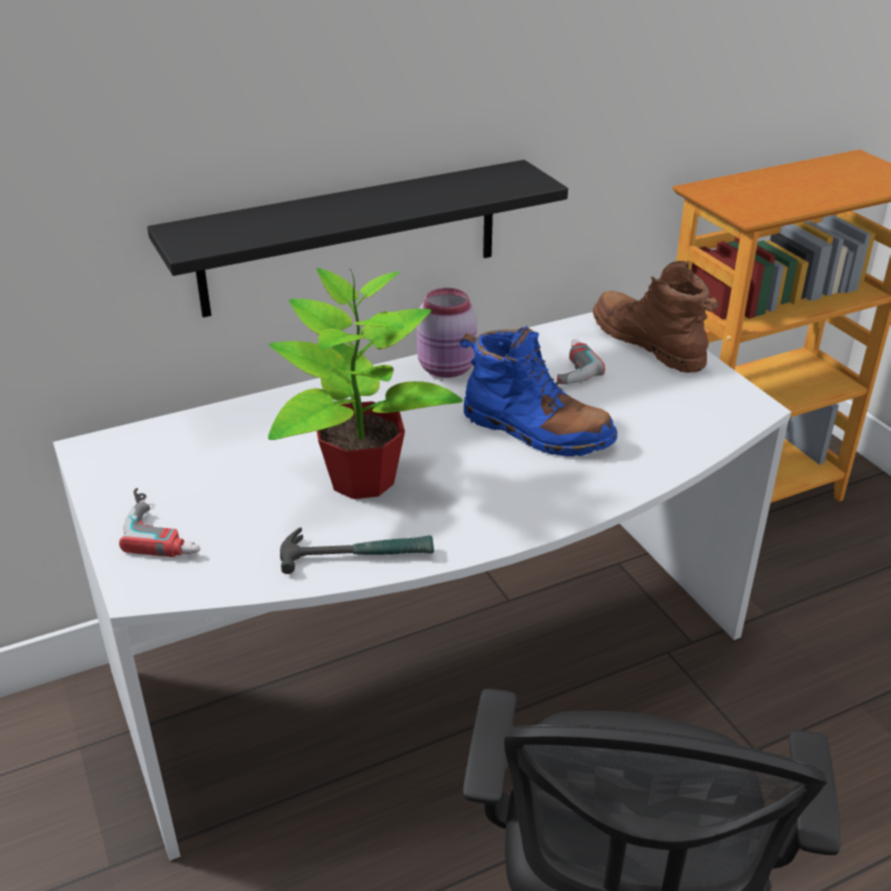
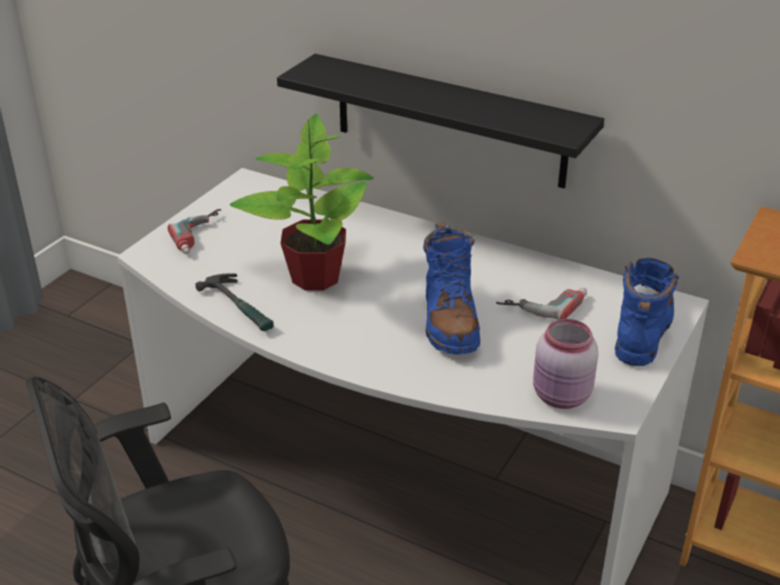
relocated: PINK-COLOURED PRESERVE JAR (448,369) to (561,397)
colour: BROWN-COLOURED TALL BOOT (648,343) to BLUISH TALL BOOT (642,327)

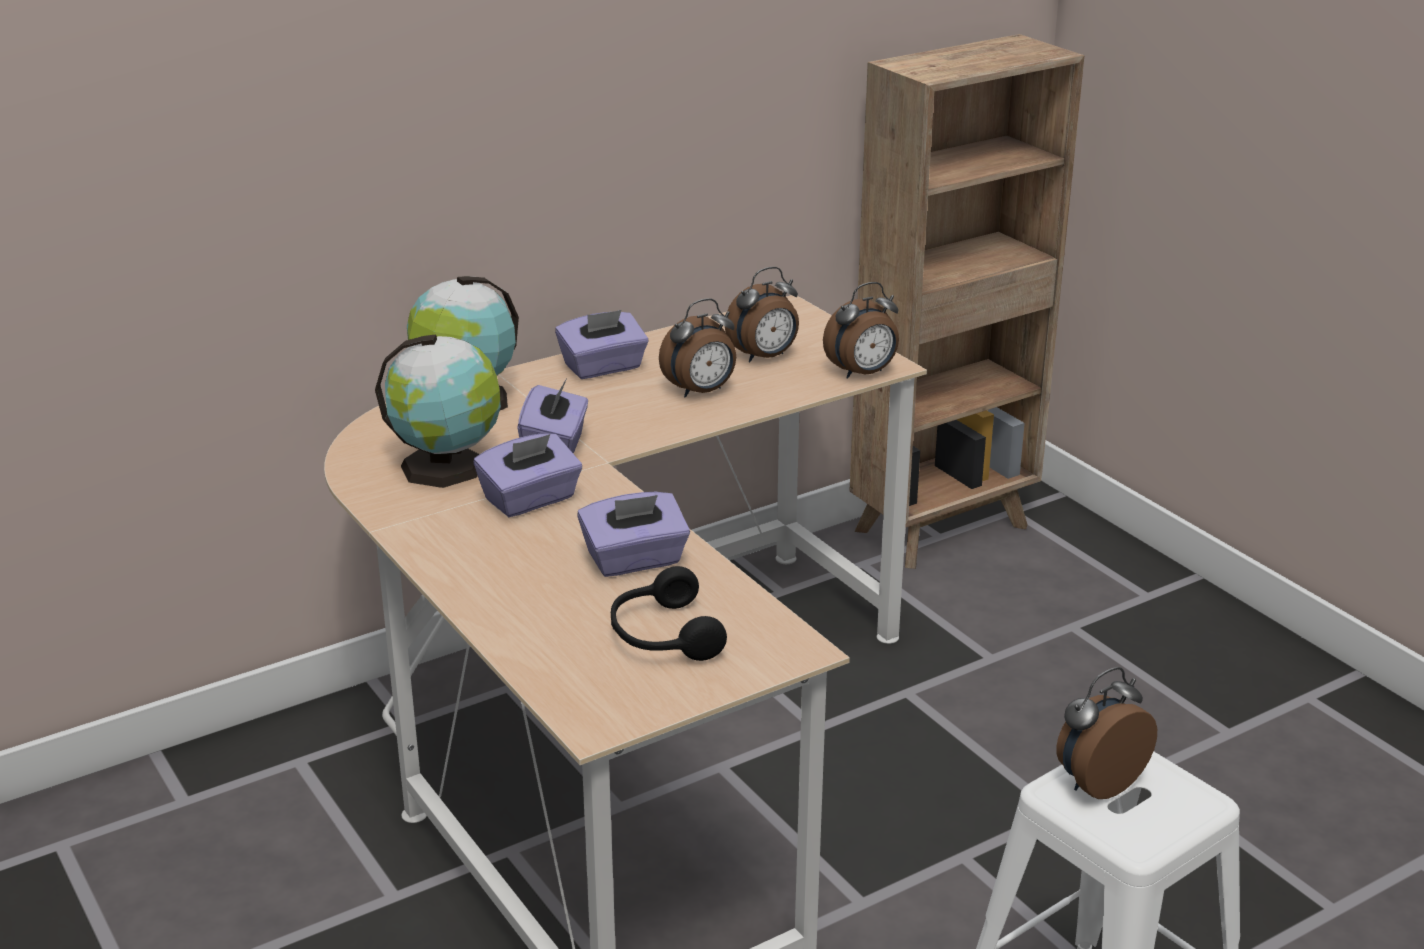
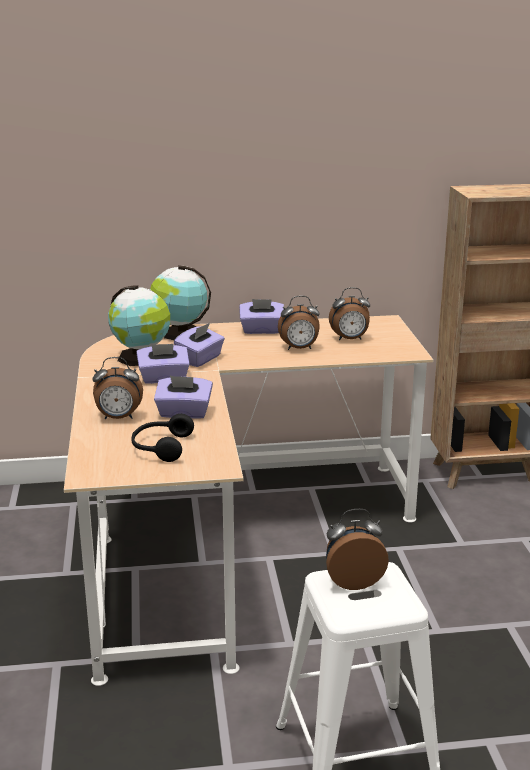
relocated: ALARM CLOCK (862,373) to (118,418)

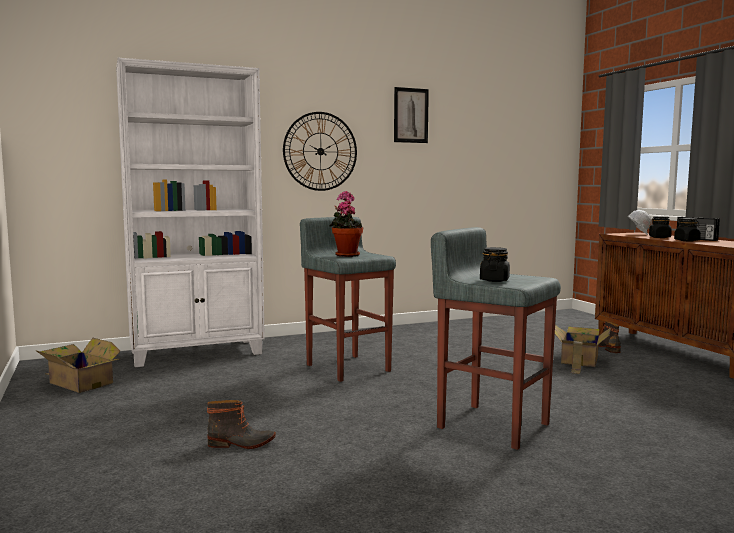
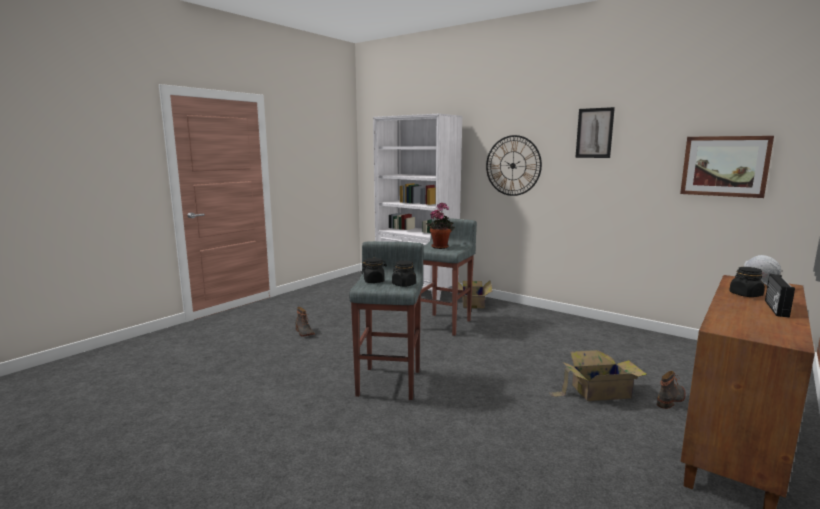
appeared: WALL ART (724,166)
relocated: BLACK PRESERVE JAR (687,241) to (404,284); PACKING BOX (80,382) to (473,303)

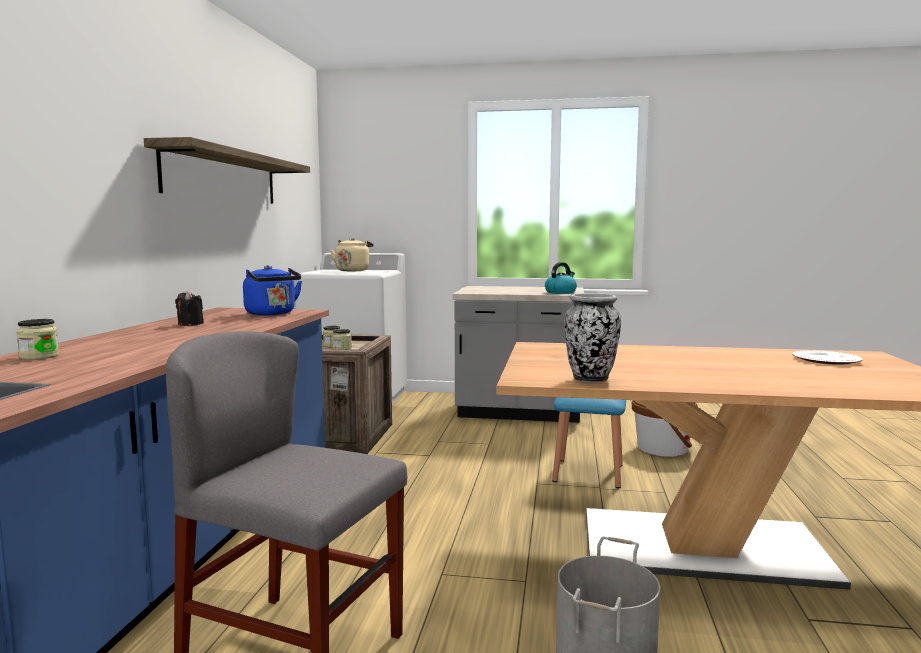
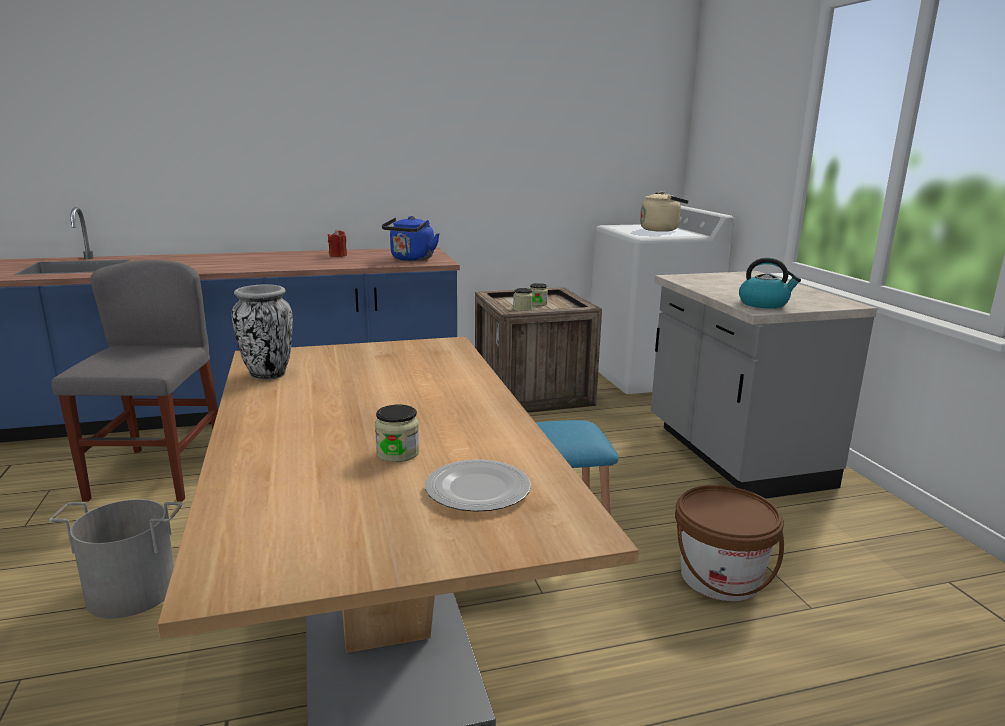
missing: WALL SHELF (223,177)
relocated: PRESERVE JAR (39,356) to (397,453)
colour: BLACK CANDLE (190,324) to REDDISH CANDLE (338,255)

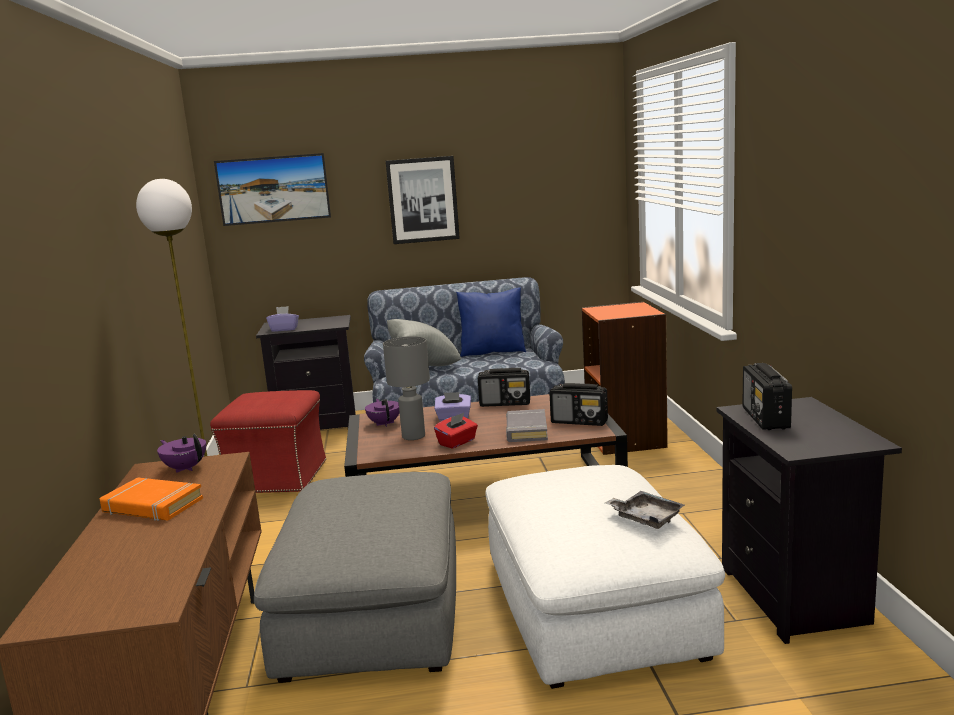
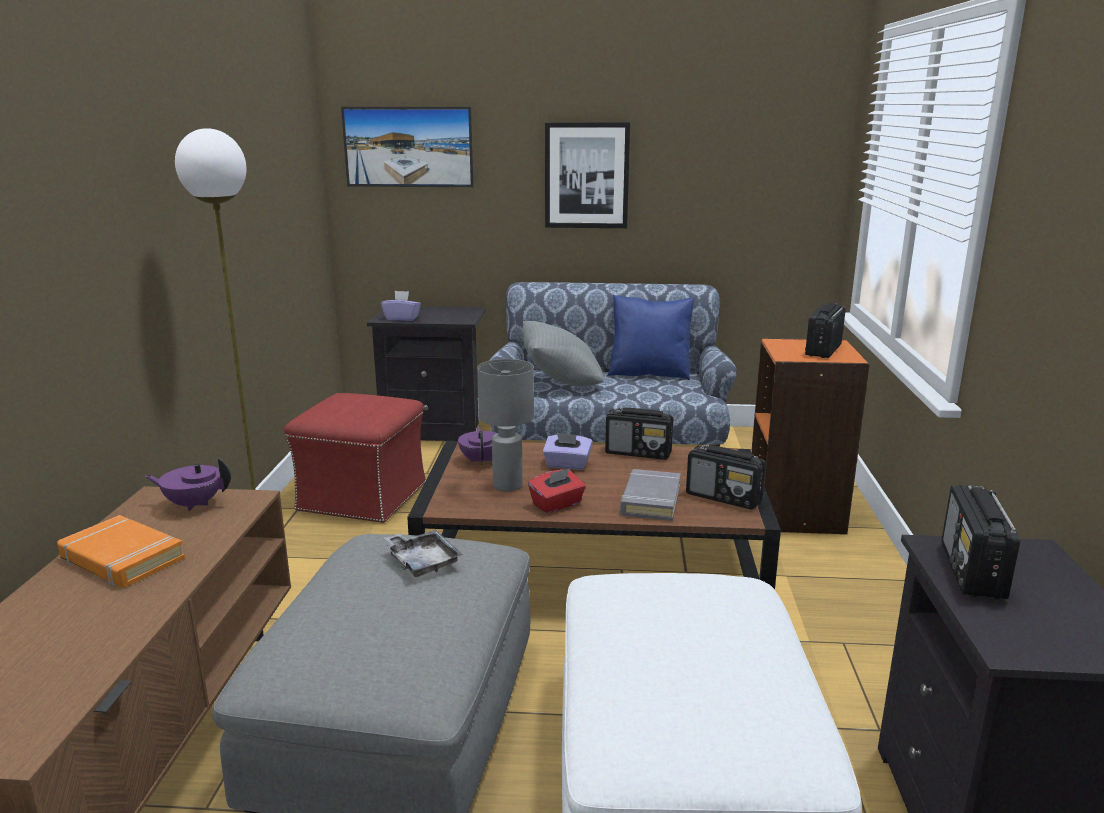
appeared: RADIO RECEIVER (823,350)
relocated: GRAY SERVING TRAY (646,518) to (422,561)
spun: PURPLE POT FOR TEA (185,468) = (193,504) 45 degrees counterclockwise

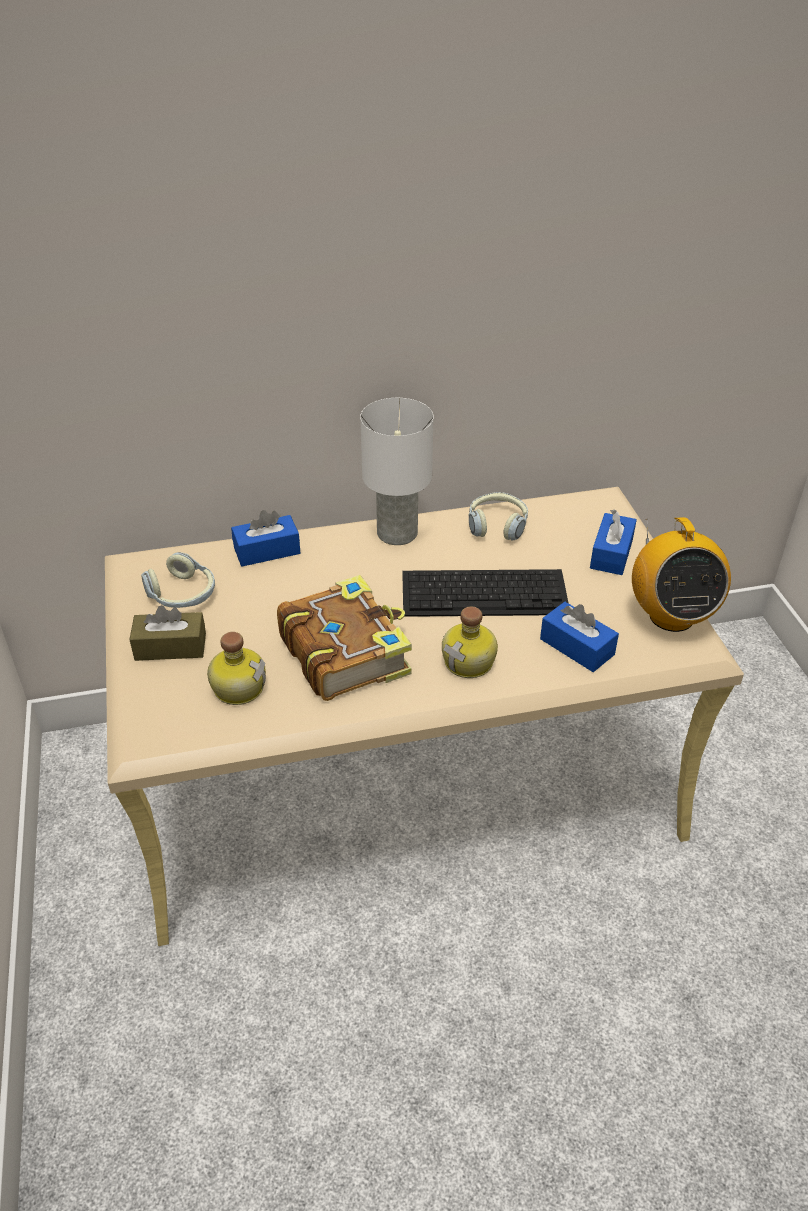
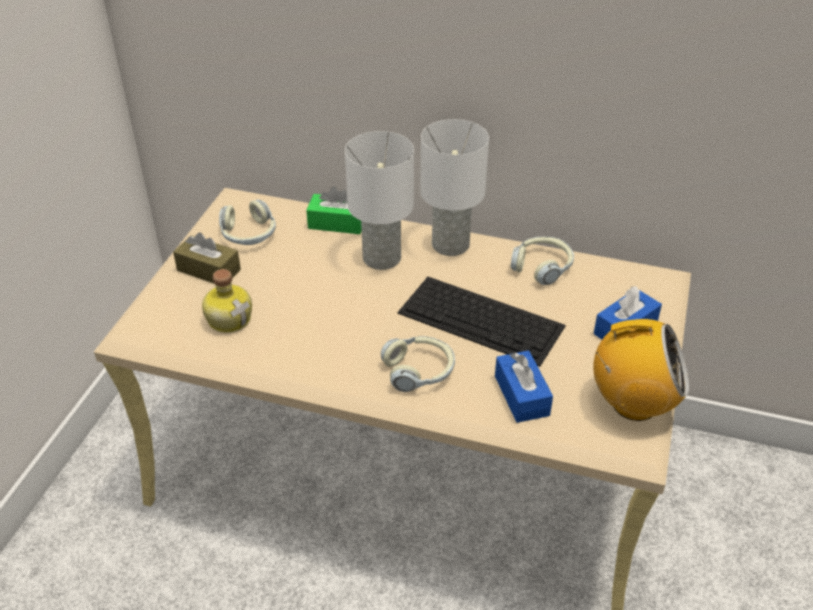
missing: BOUND BOOK (345,652)
appeared: WHITISH TABLE LAMP (383,258)
exchanged: BEVERAGE BOTTLE (470,662) to HEADPHONES (419,371)
colour: BLUISH BOX OF TISSUES (267,551) to GREEN-COLOURED BOX OF TISSUES (337,223)
spun: RADIO RECEIVER (671,616) = (633,404) 105 degrees counterclockwise

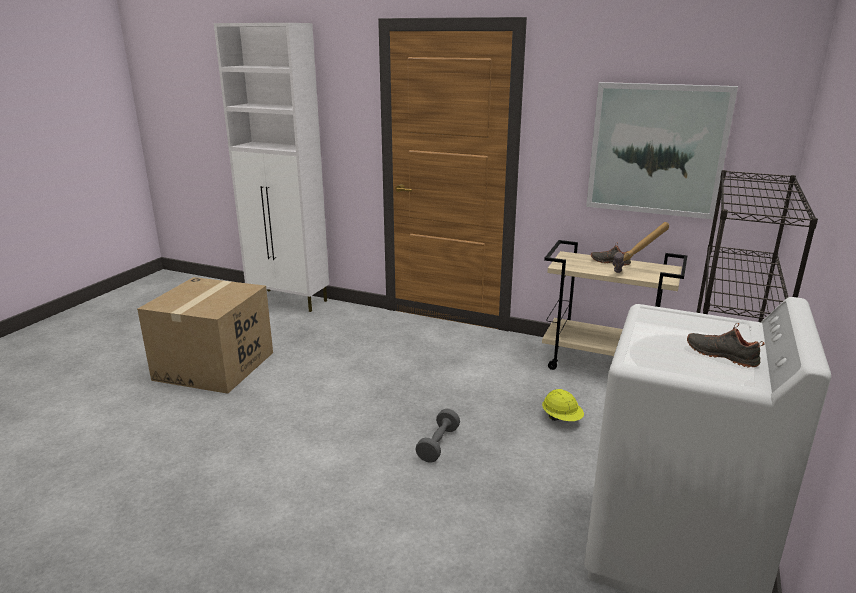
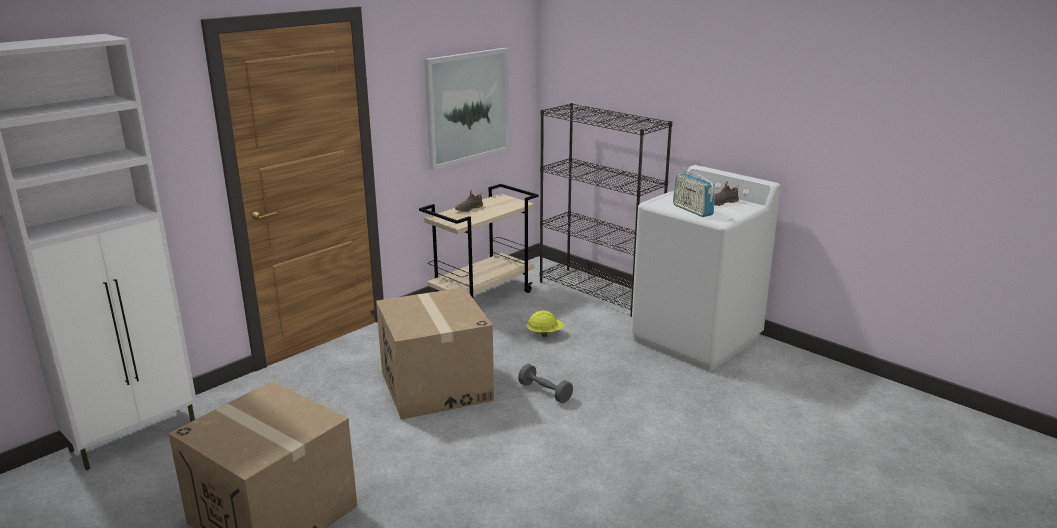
missing: HAND HAMMER (637,272)
appeared: PACKING BOX (435,386); RADIO RECEIVER (692,210)

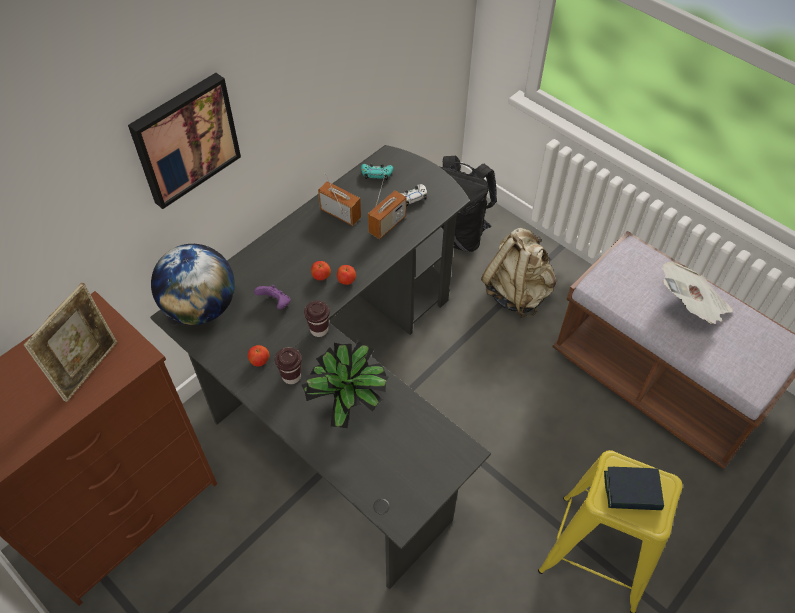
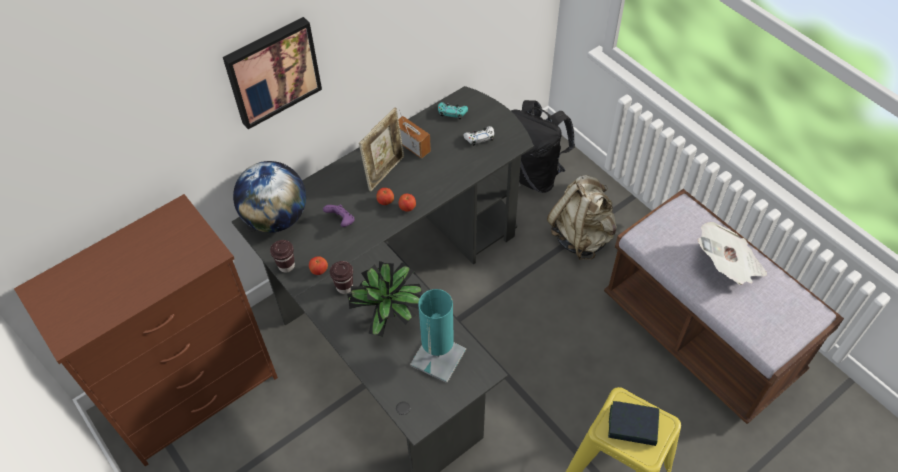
missing: RADIO RECEIVER (387,225)
appeared: TURQUOISE TABLE LAMP (438,357)
relocated: BROWN-COLOURED SMALL CUP (319,330) to (286,266); PICTURE FRAME (89,369) to (385,172)

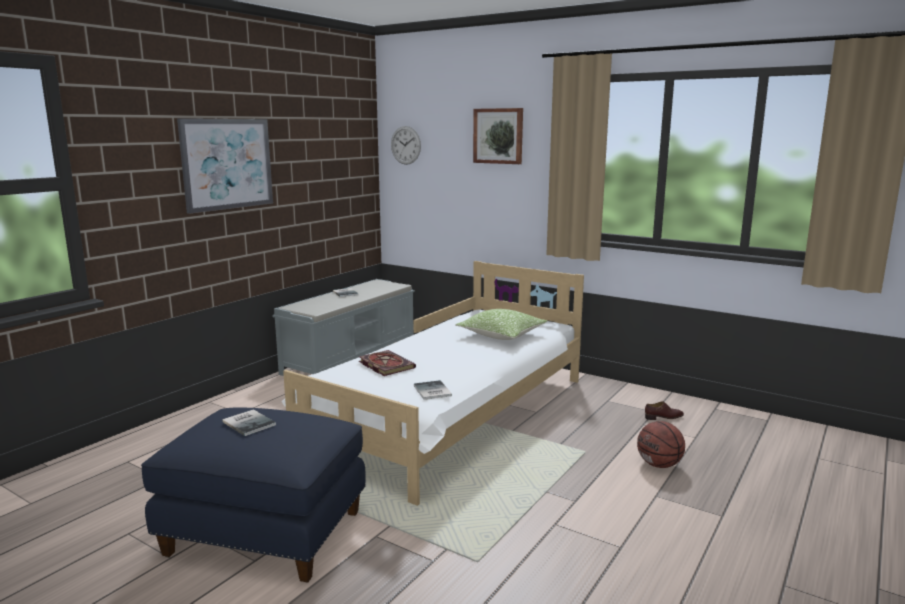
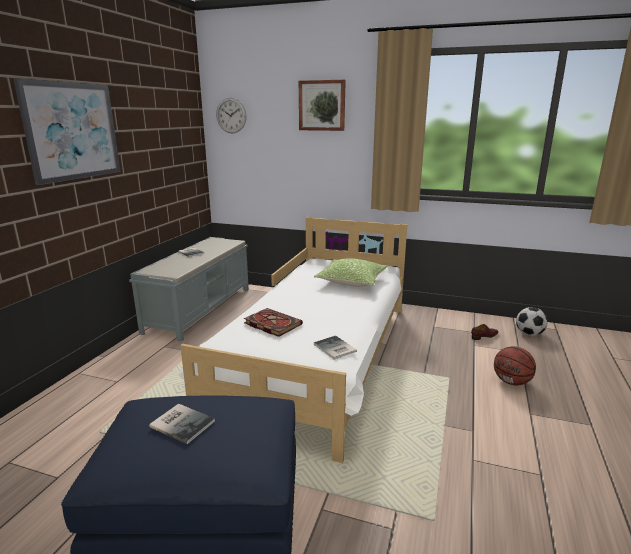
appeared: FOOTBALL (529,334)

